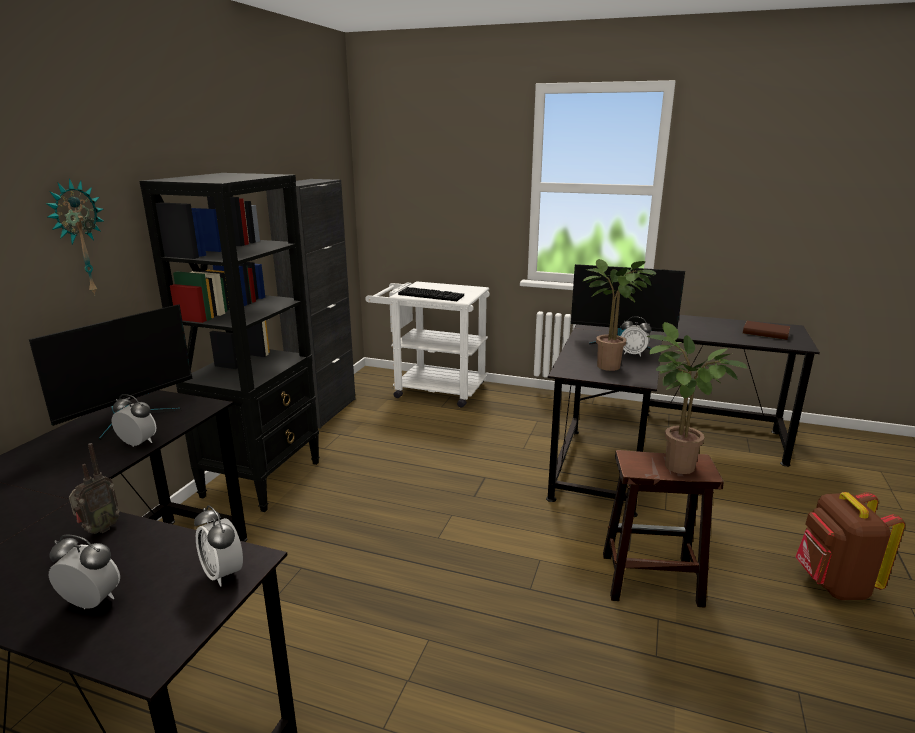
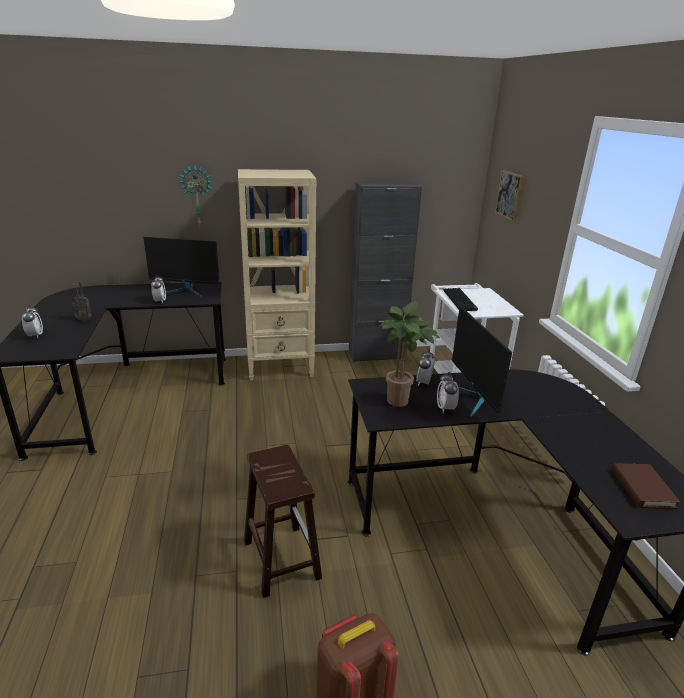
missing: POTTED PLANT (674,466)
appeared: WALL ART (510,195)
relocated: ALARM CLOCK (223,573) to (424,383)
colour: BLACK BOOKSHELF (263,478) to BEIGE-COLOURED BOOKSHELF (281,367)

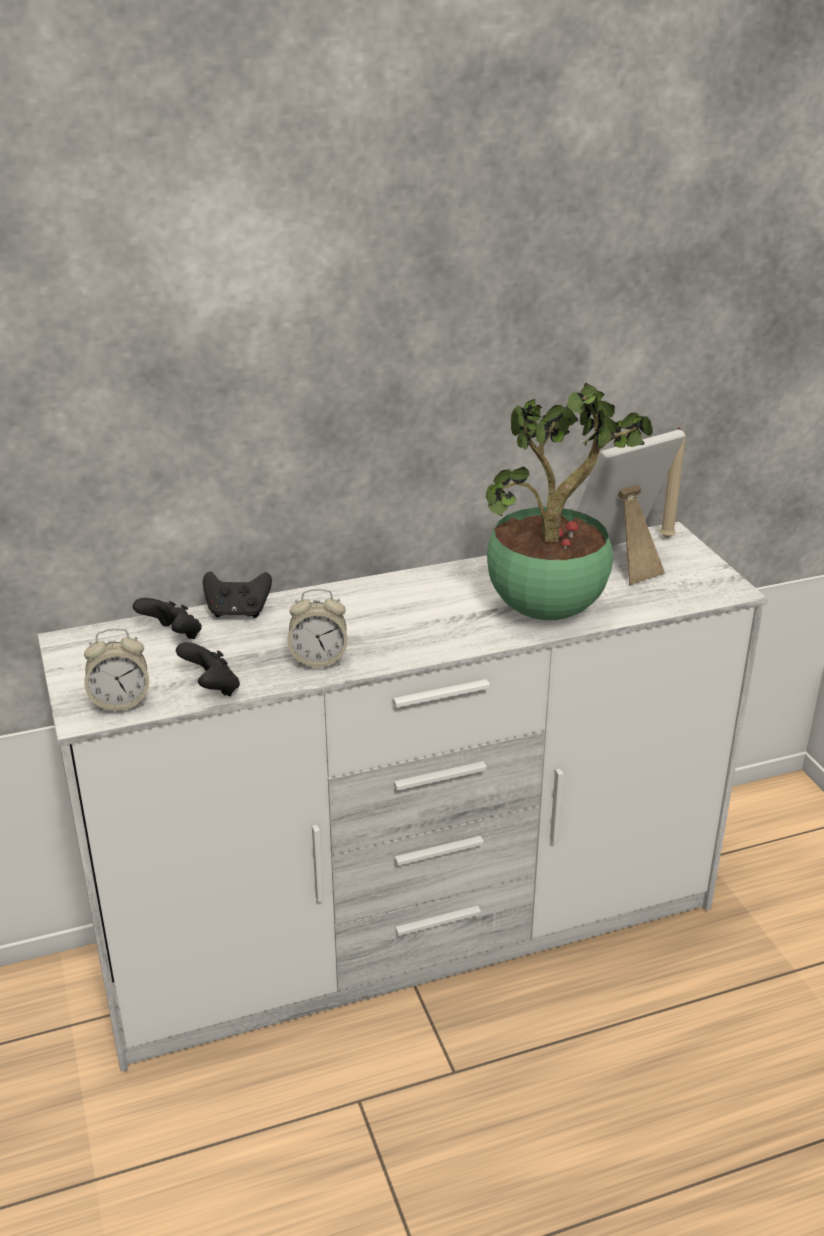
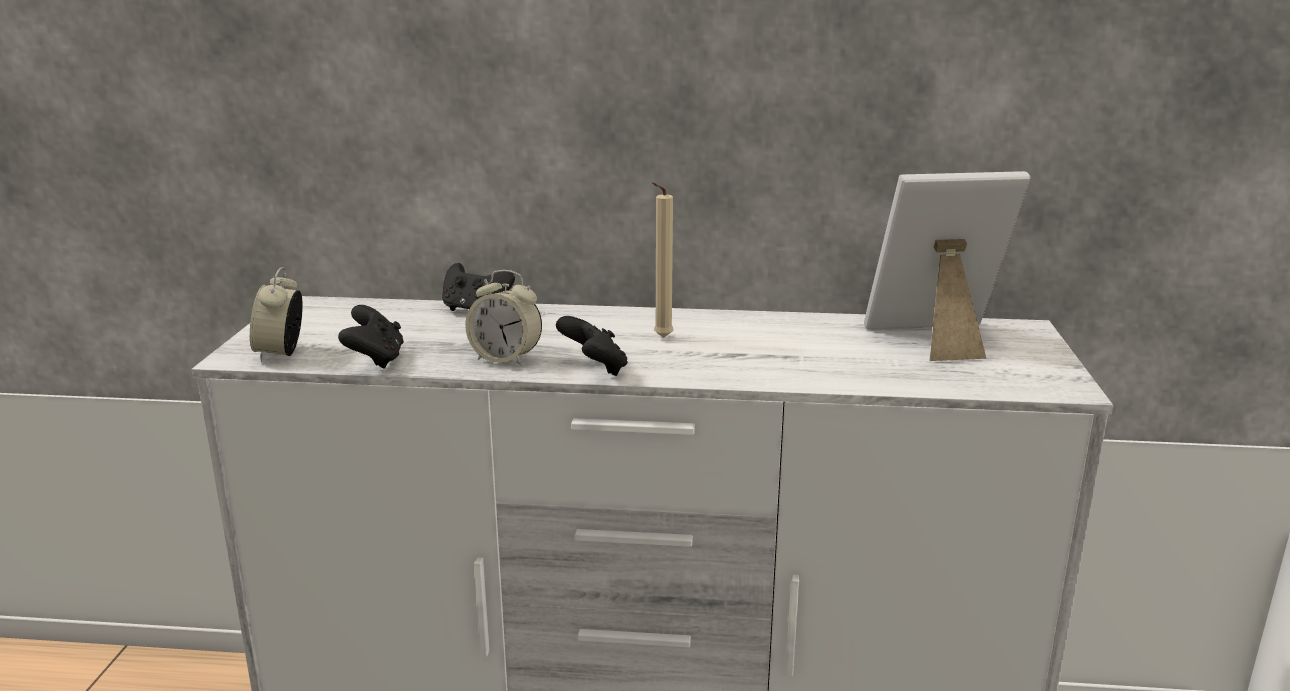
missing: POTTED PLANT (549,610)
relocated: BLACK GAME CONTROLLER (173,636) to (594,369); BEIGE-COLOURED CANDLE (666,539) to (660,338)
spun: ALARM CLOCK (120,702) = (281,353) 75 degrees clockwise

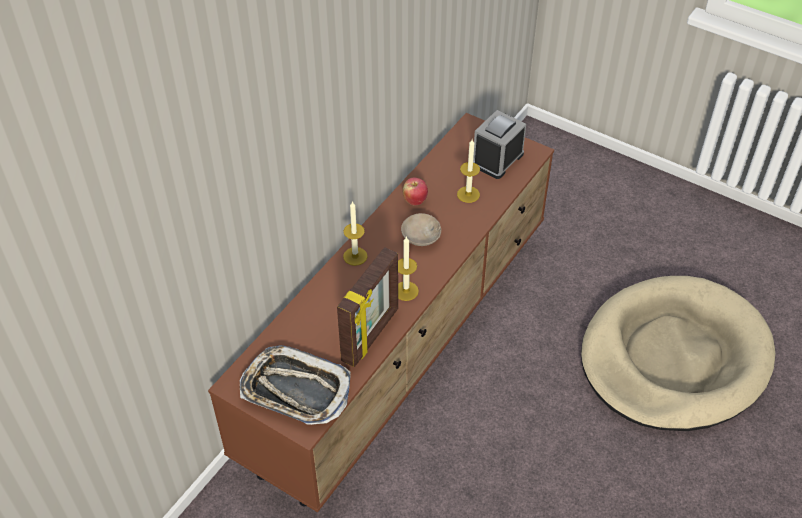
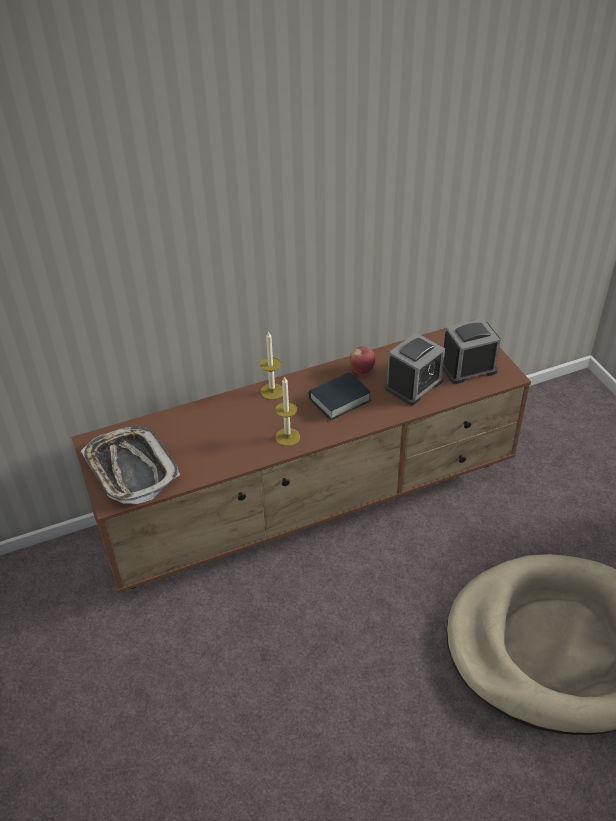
missing: PICTURE FRAME (371,335)
exchanged: BEIGE-COLOURED SERVING BOWL (419,237) to BOUND BOOK (339,400); CANDLE (468,194) to ALARM CLOCK (414,385)

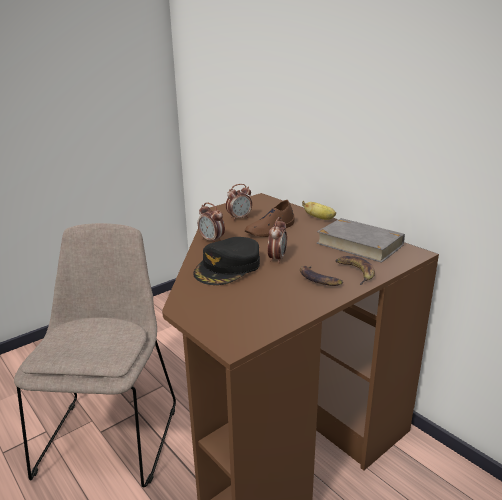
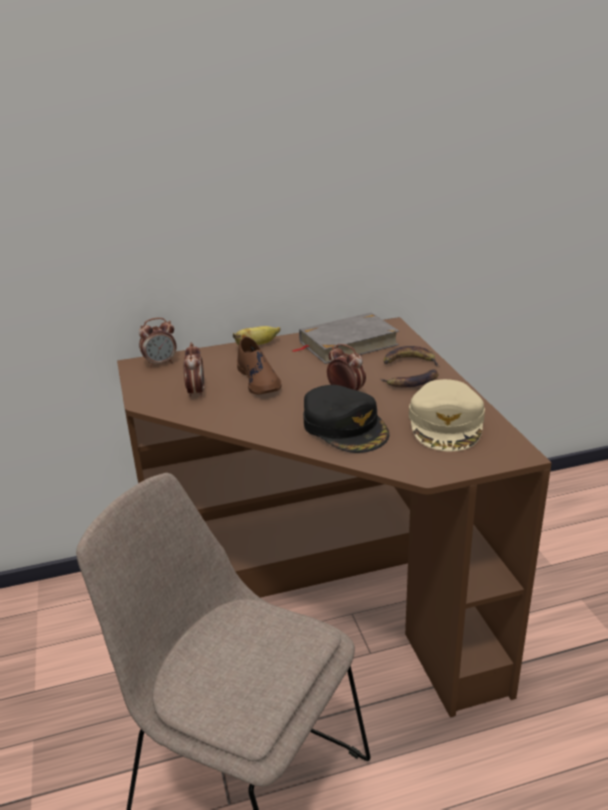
appeared: BEIGE-COLOURED PEAKED CAP (447,423)
relocated: ALARM CLOCK (212,240) to (160,363)

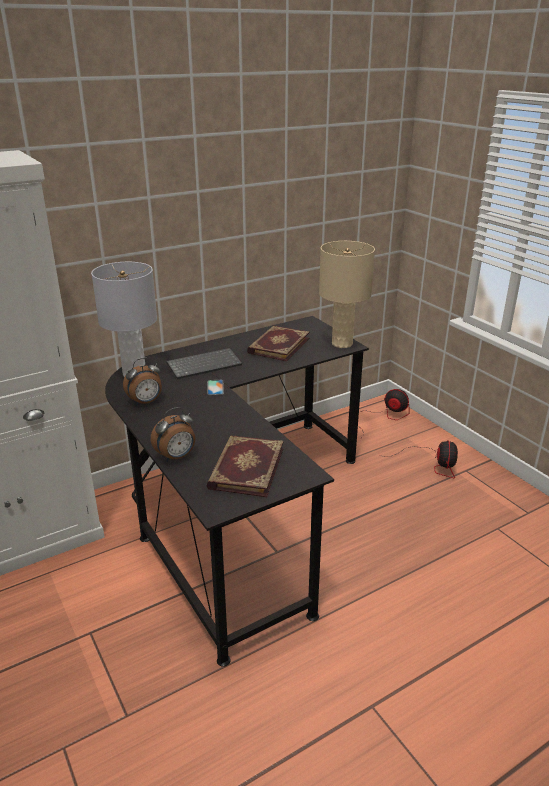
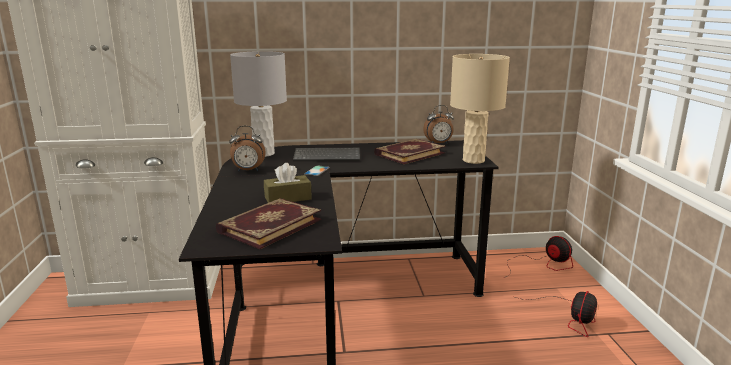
appeared: BROWN-COLOURED BOX OF TISSUES (288,198)
relocated: ALARM CLOCK (176,457) to (438,144)

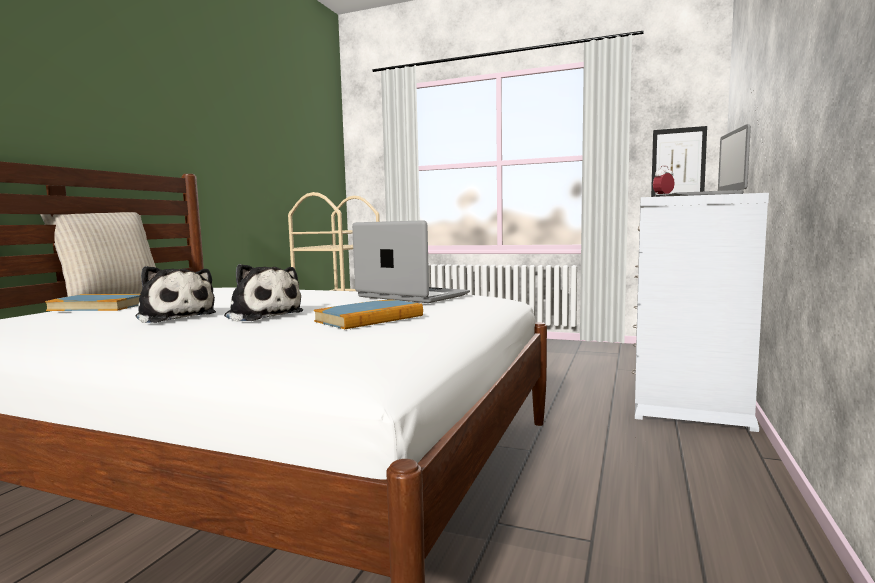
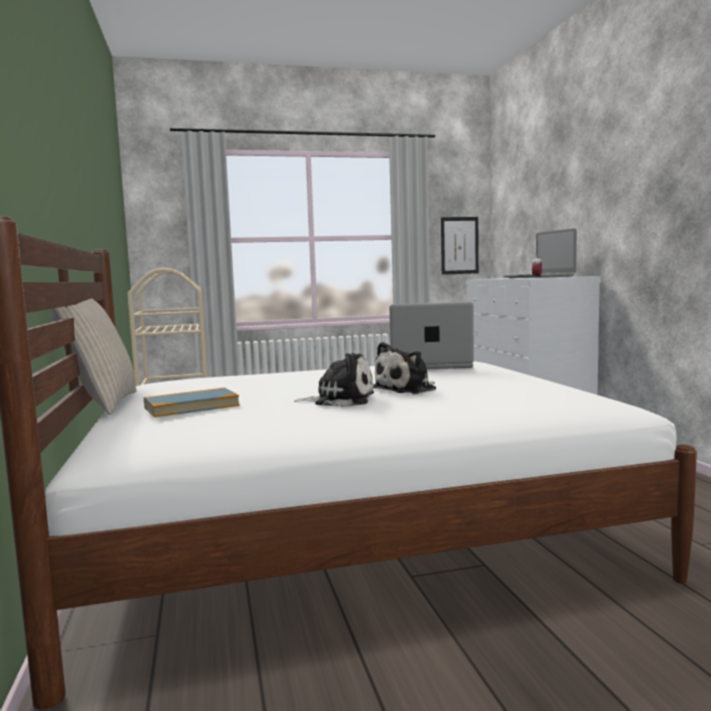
missing: BOUND BOOK (369,318)
spun: CUDDLY TOY (262,315) = (407,389) 135 degrees clockwise

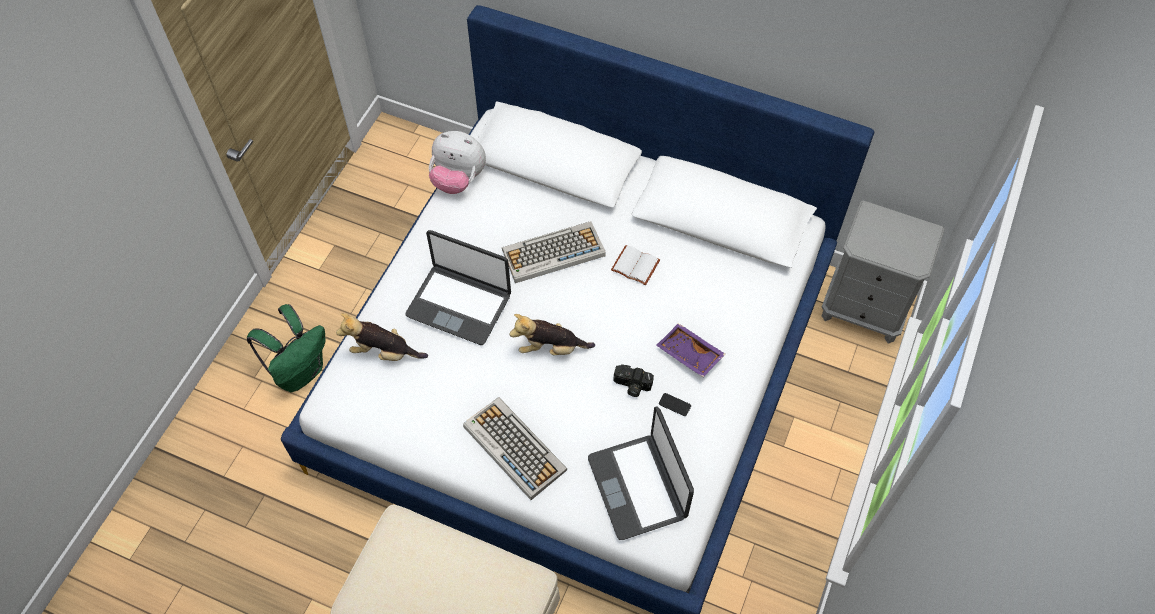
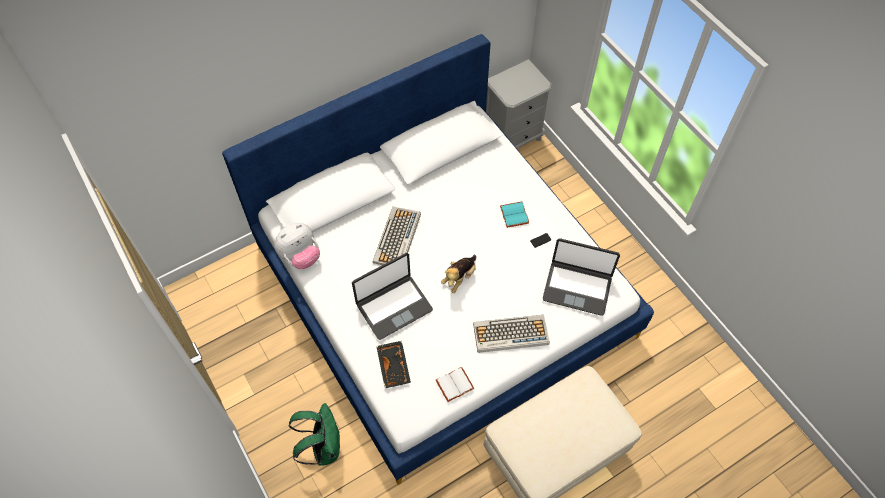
missing: STILL CAMERA (631,386)
relocated: WHITISH BOUND BOOK (634,266) to (454,386)
exchanged: CUDDLY TOY (384,352) to BLACK SERVING TRAY (394,366); PURPLE SERVING TRAY (688,355) to TURQUOISE BOUND BOOK (515,215)

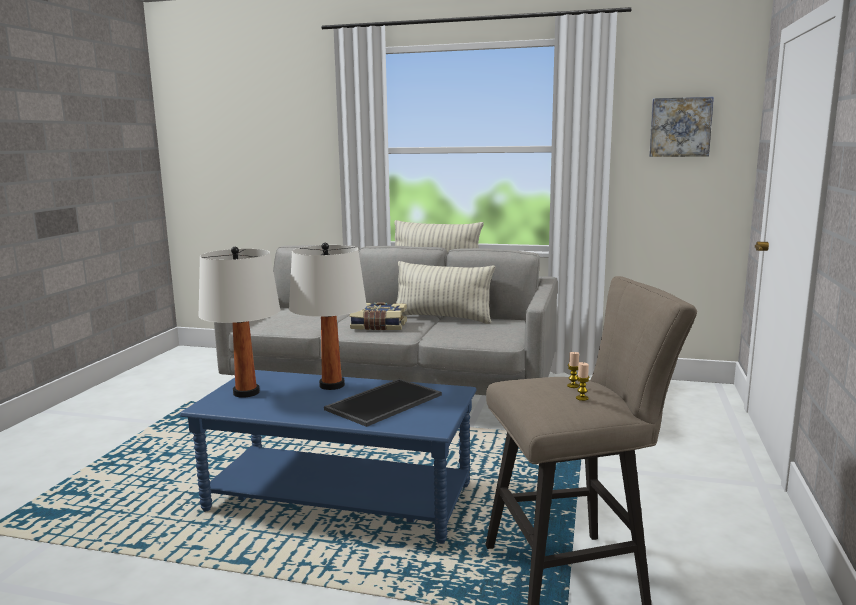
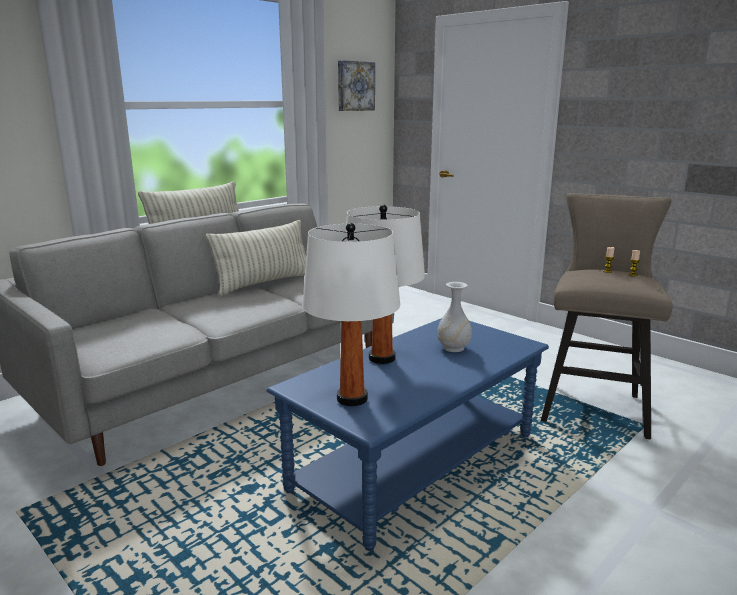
missing: BOUND BOOK (378,326)
exchanged: SERVING TRAY (384,403) to WHITISH DECORATIVE VASE (454,348)

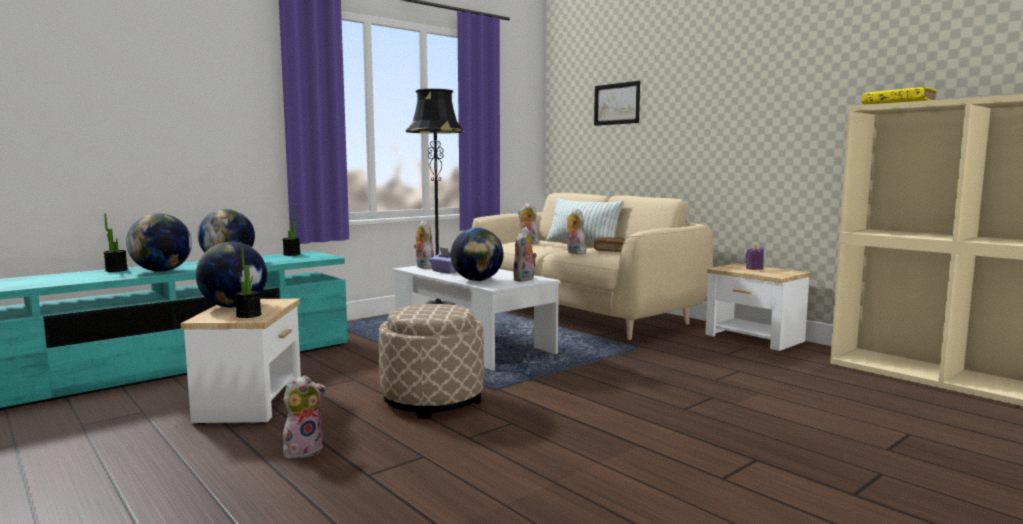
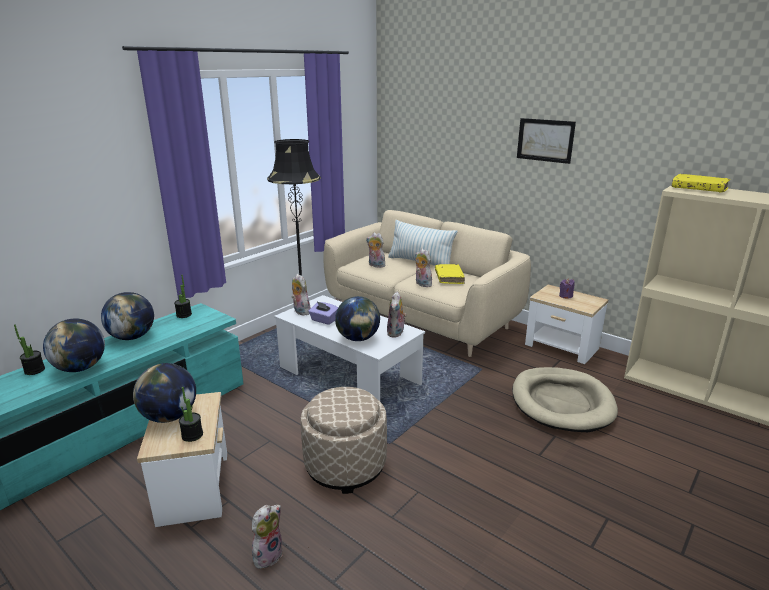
appeared: BEIGE-COLOURED PET BED (561,402)
relocated: WALL ART (616,104) to (545,140)
colour: BROWN-COLOURED BOUND BOOK (609,249) to YELLOWISH BOUND BOOK (449,278)

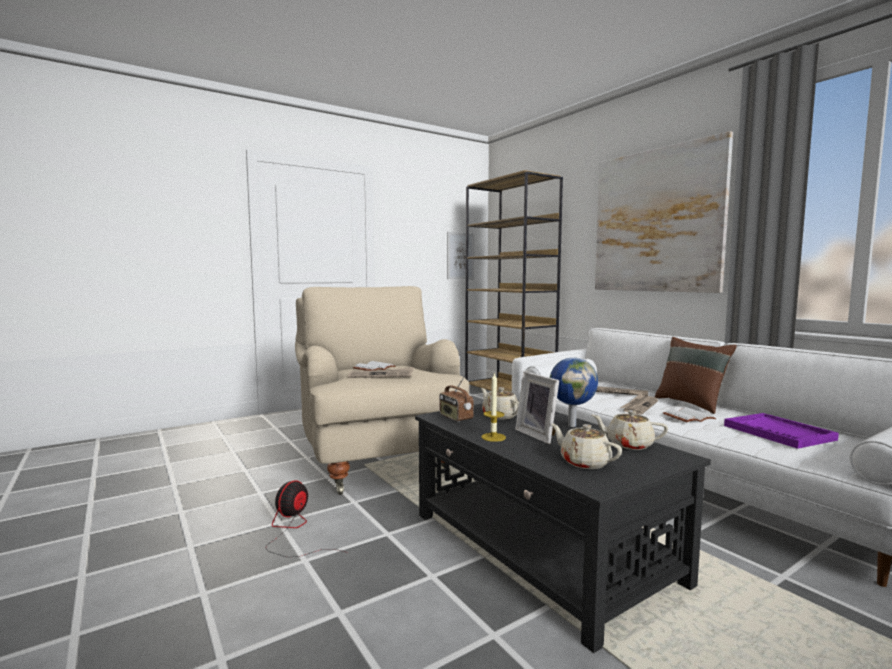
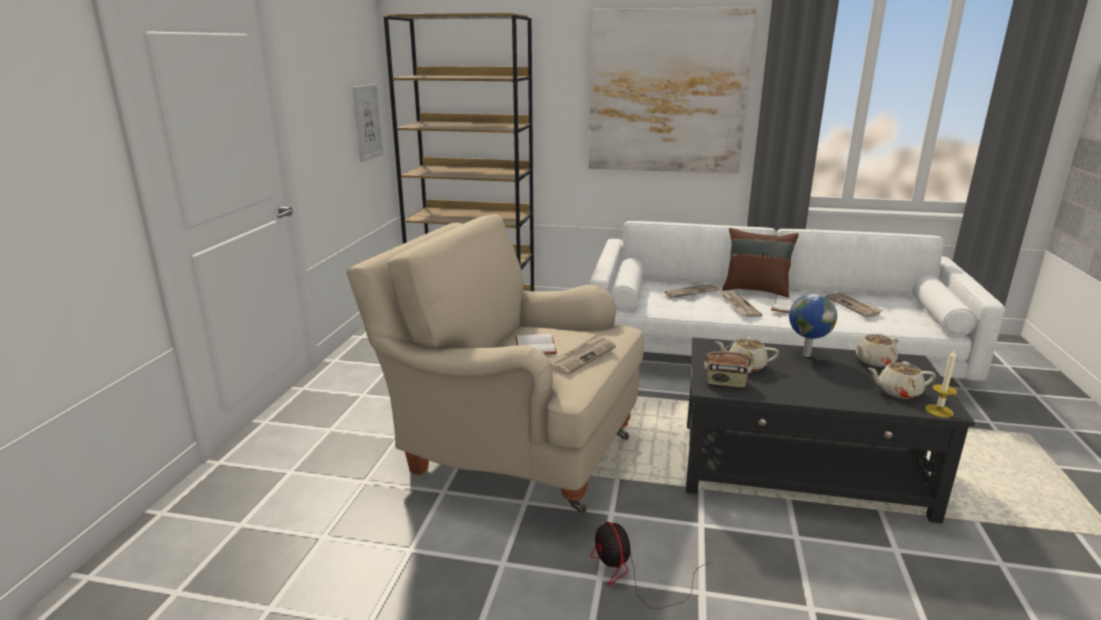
missing: PICTURE FRAME (539,435)
relocated: CANDLE (493,437) to (939,411)
exchanged: PURPLE SERVING TRAY (778,432) to NEWSPAPER (853,306)

